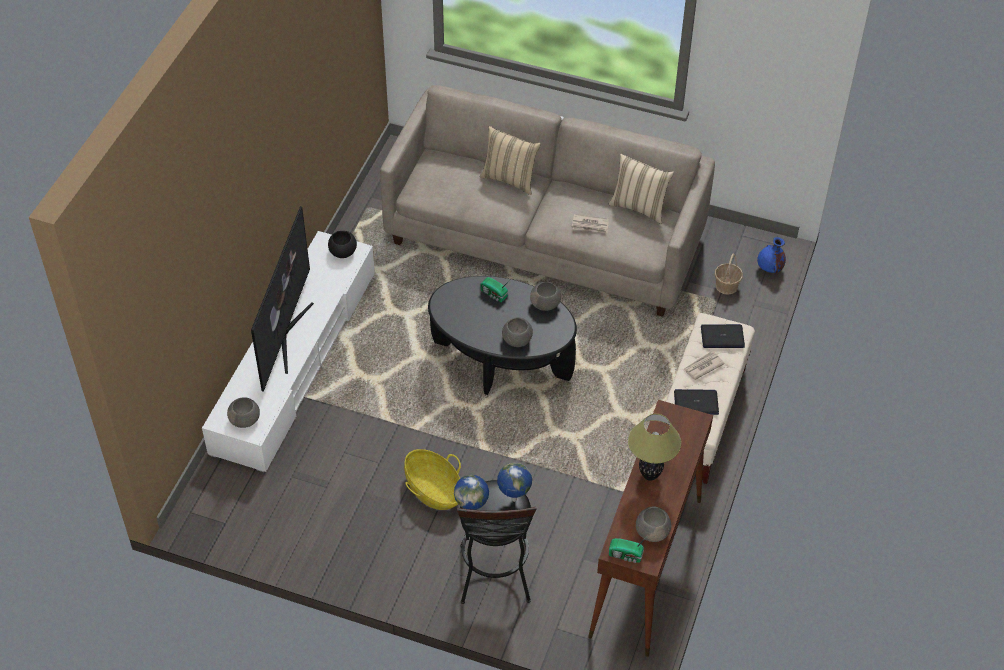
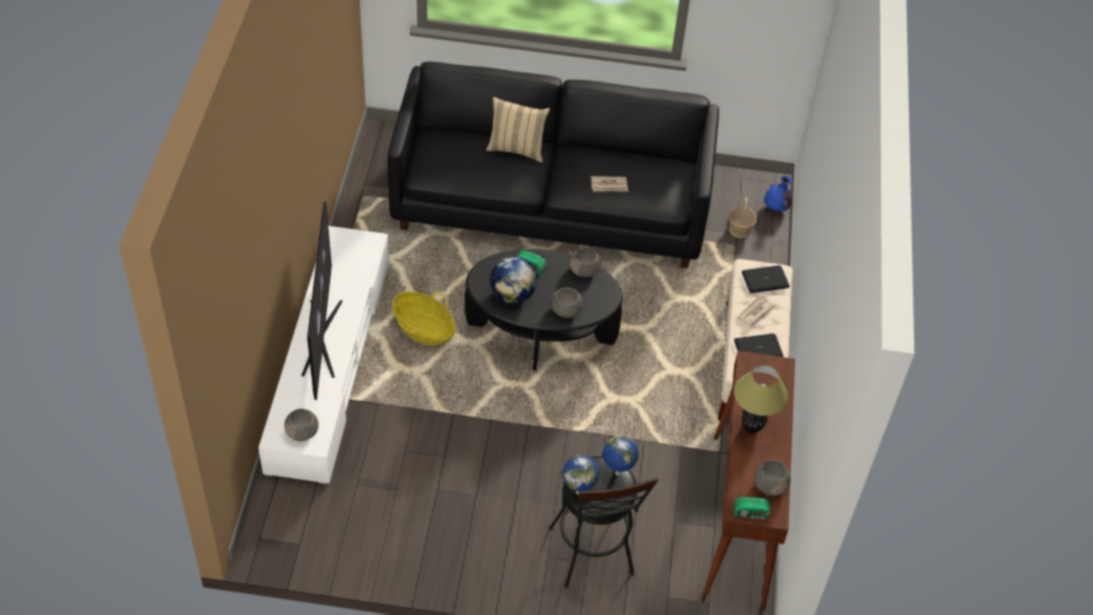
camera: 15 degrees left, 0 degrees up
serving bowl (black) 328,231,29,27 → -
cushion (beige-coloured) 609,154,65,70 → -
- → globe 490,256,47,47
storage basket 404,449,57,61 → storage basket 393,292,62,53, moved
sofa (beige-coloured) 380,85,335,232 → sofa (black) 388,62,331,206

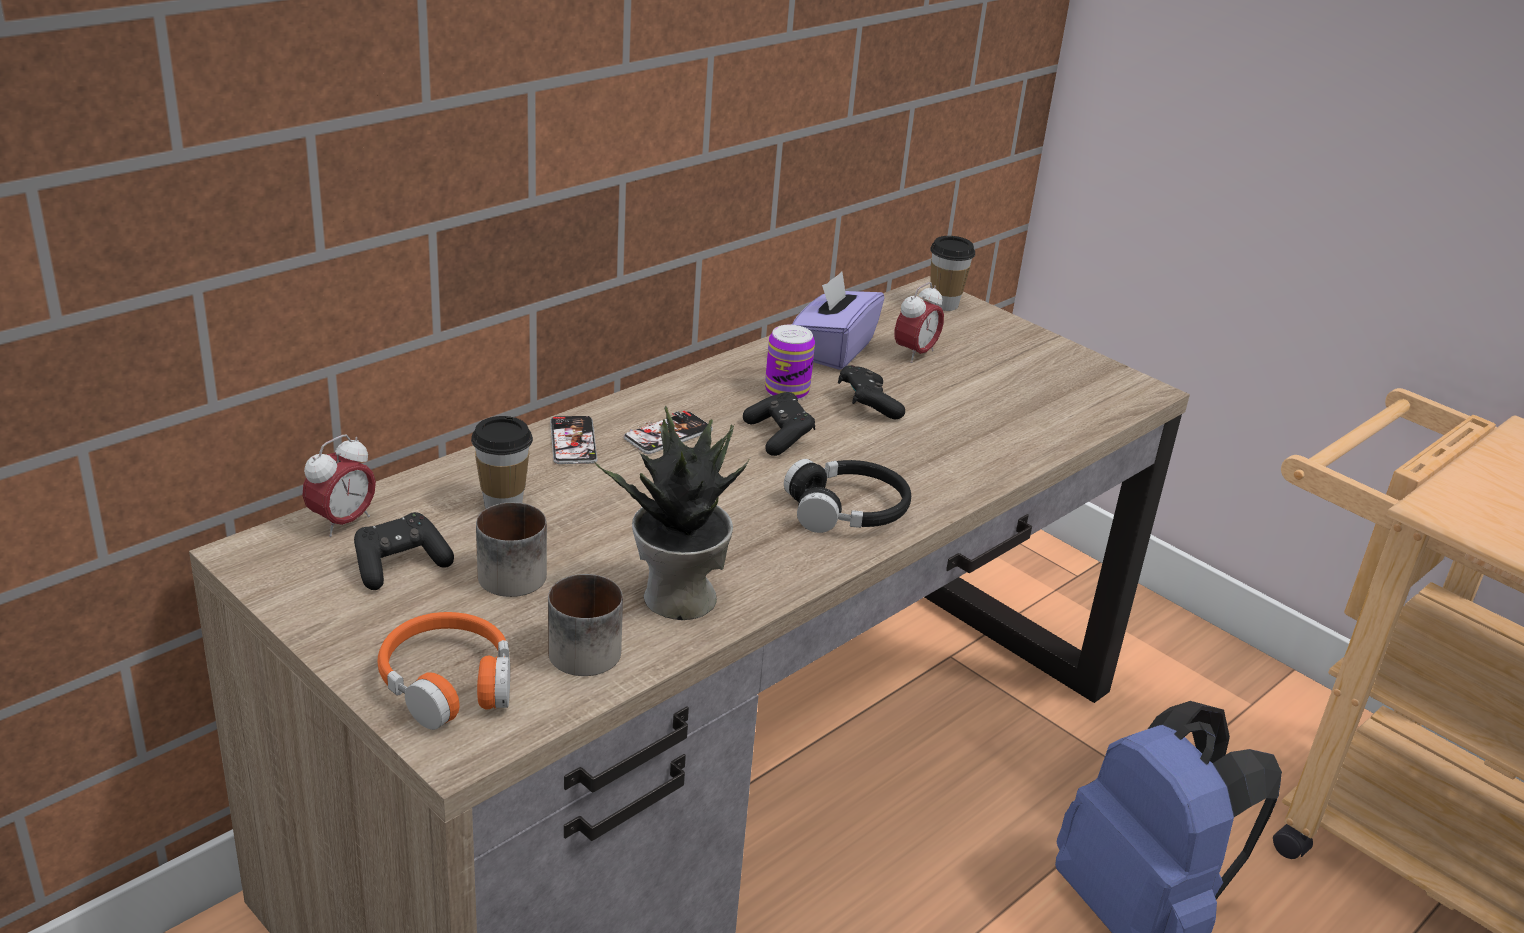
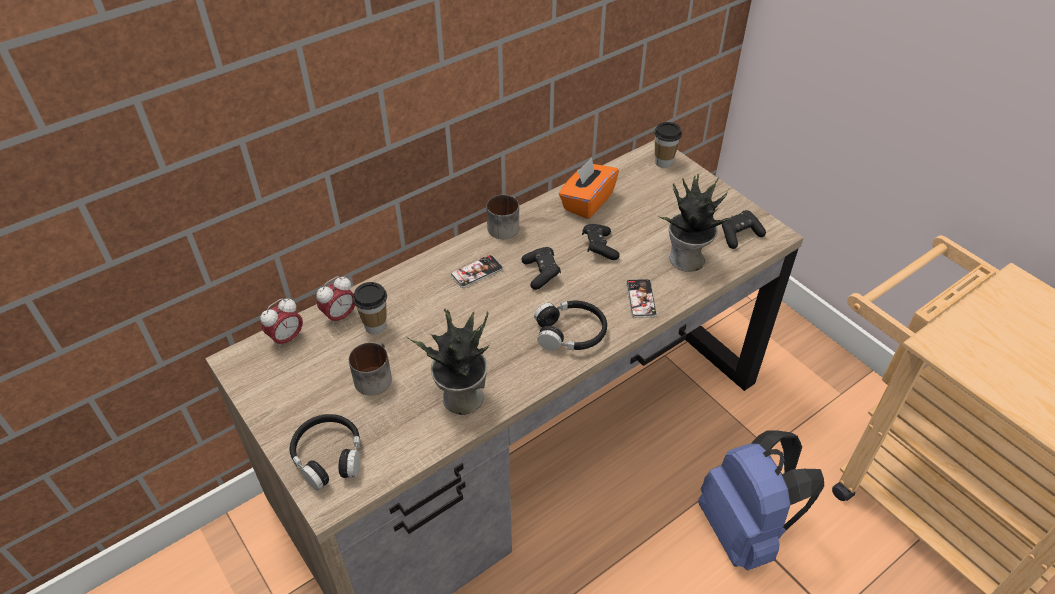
camera: 10 degrees right, 15 degrees up
metal can 765,325,50,75 → -
- → potted plant 659,174,74,98
game controller (black) 354,512,100,78 → game controller (black) 722,210,44,39, moved
tea mug 548,574,75,102 → tea mug 487,195,32,44, moved
phone 550,416,47,48 → phone 626,279,31,39, moved
table clock 895,282,49,81 → table clock 316,276,39,50, moved
headphones (orange) 378,612,132,118 → headphones (black) 290,414,70,77
tissue holder (purple-coloured) 792,271,92,99 → tissue holder (orange) 559,158,60,61

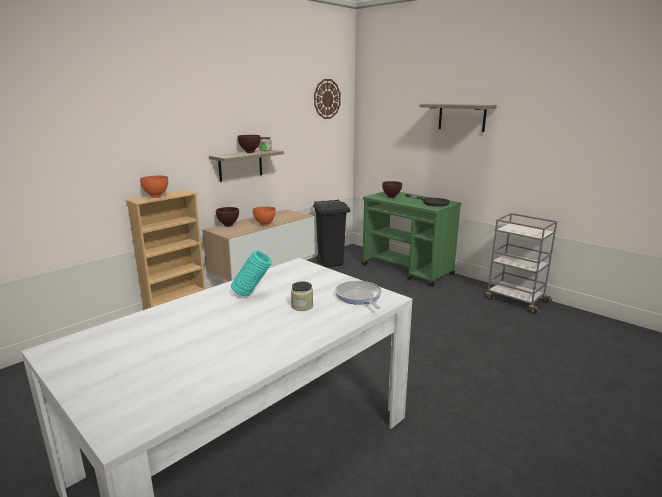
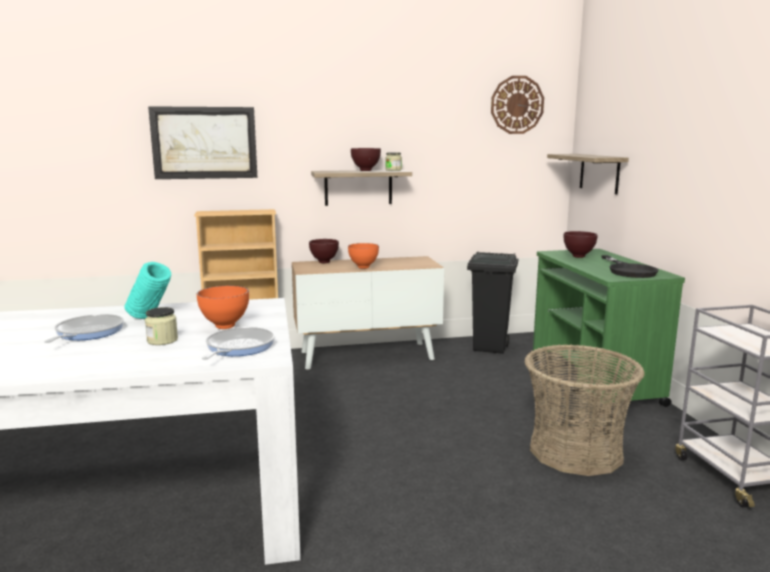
camera: 35 degrees right, 5 degrees down
- → frying pan 44,314,80,29
- → wall art 148,106,109,73
- → storage basket 525,344,120,132
serving bowl (orange) 140,176,28,22 → serving bowl (orange) 197,286,52,43, moved
wall shelf 420,104,77,28 → wall shelf 547,154,82,40, moved

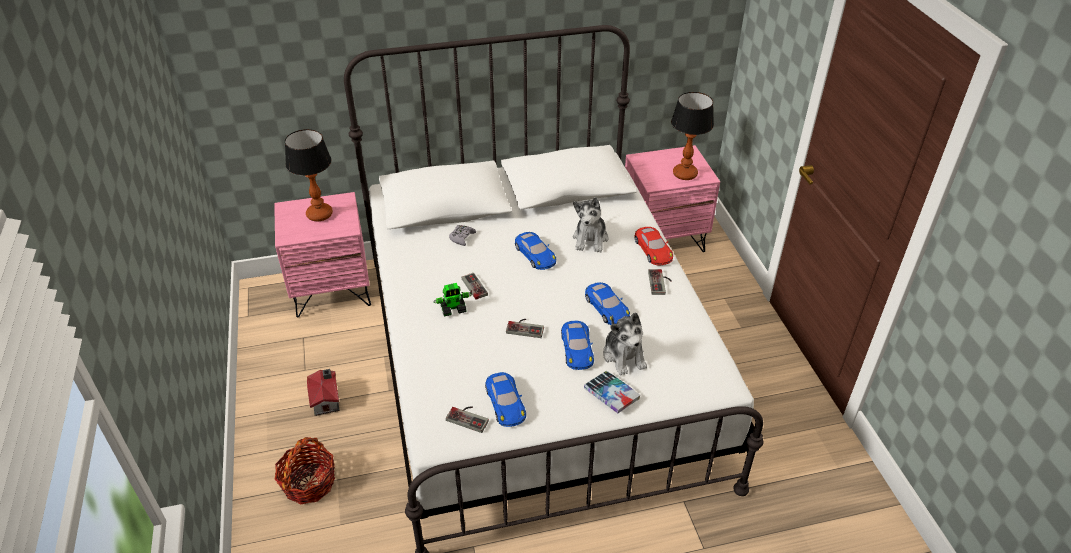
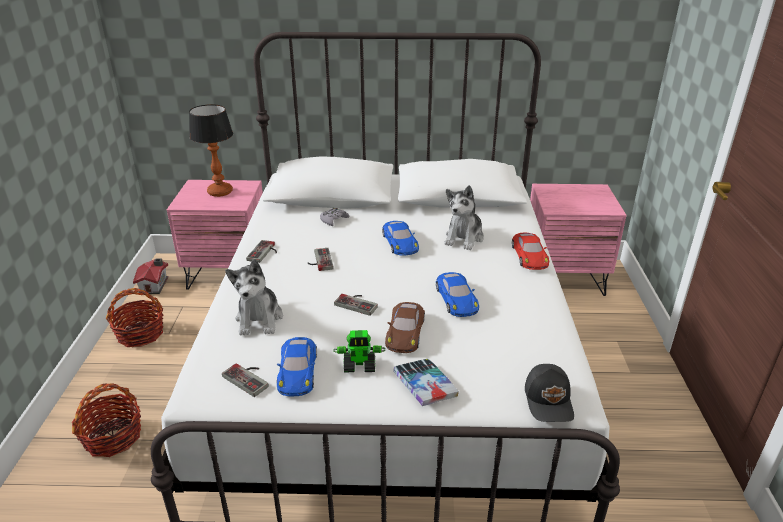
camera: 15 degrees right, 10 degrees down
table lamp 671,92,43,88 → -
- → storage basket 106,288,58,59
- → cap (black) 525,364,49,58
miniature house 307,369,32,47 → miniature house 133,258,35,36, moved
toy robot 433,283,39,34 → toy robot 334,330,52,43, moved
cuddly toy 603,312,44,64 → cuddly toy 225,259,58,76, moved
game controller 648,269,23,26 → game controller 246,240,31,23, moved
miniature car (blue) 561,321,33,49 → miniature car (brown-coloured) 385,302,40,51

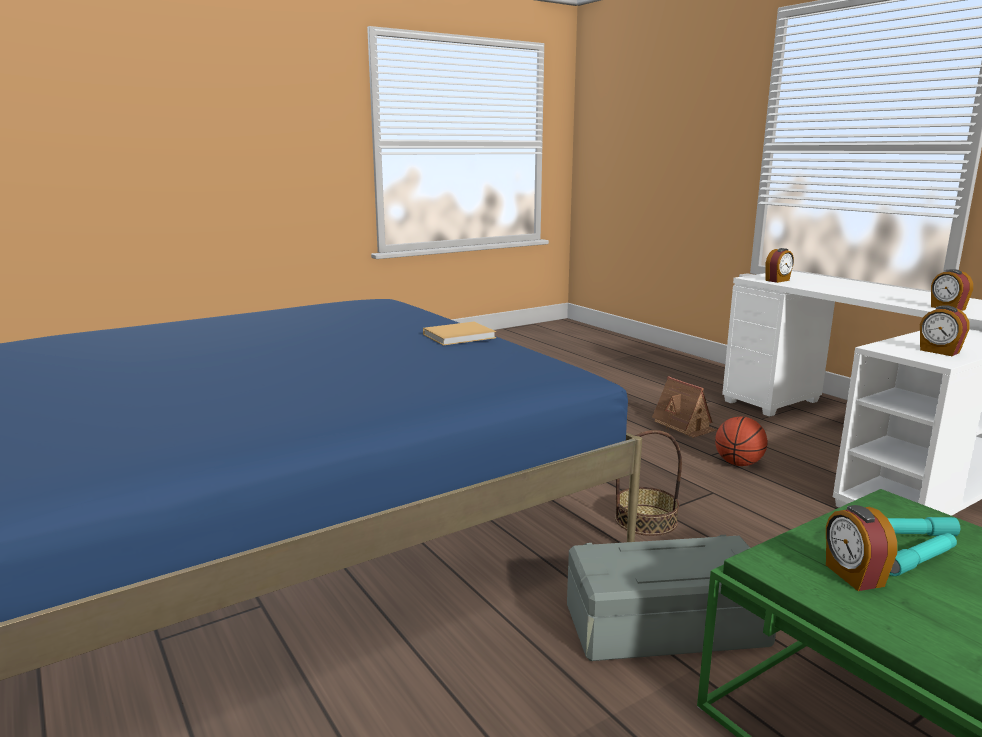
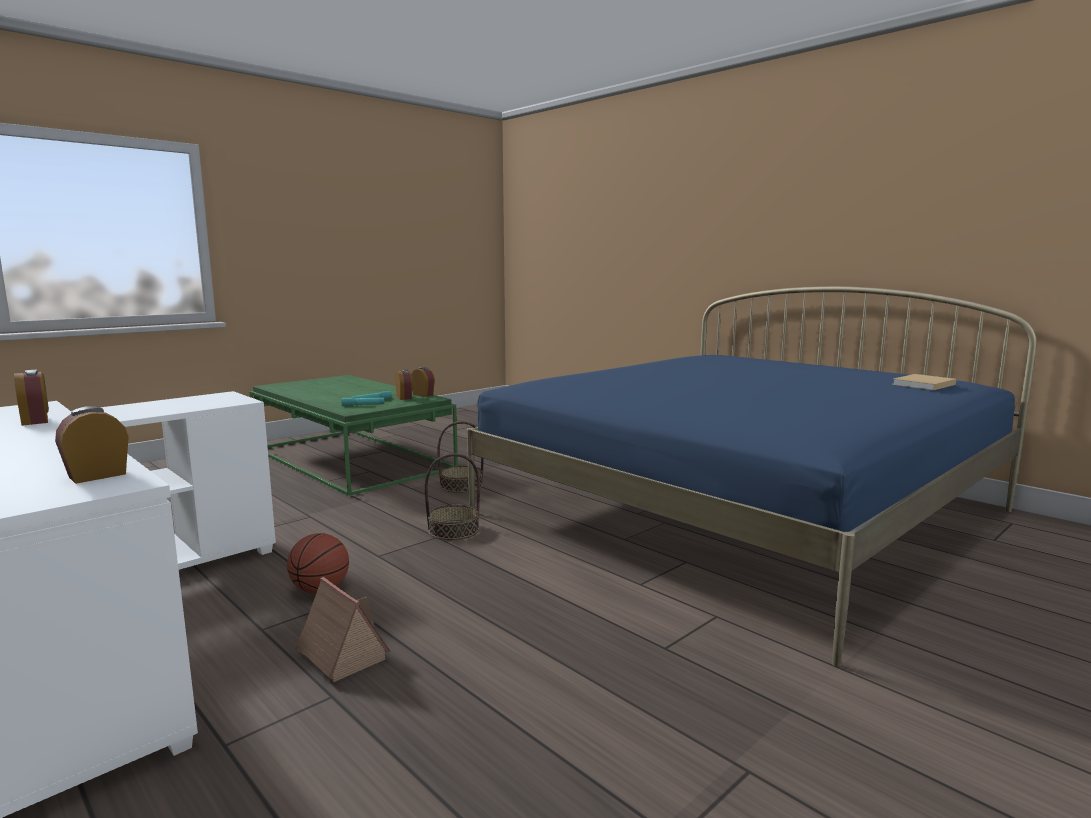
camera: 170 degrees right, 5 degrees down
volume (beige-coloured) 423,322,73,23 → volume (beige-coloured) 892,374,64,16, moved
table clock 920,305,50,51 → table clock 411,367,24,30, moved
storage container (grey) 567,535,209,126 → storage basket 437,421,47,72

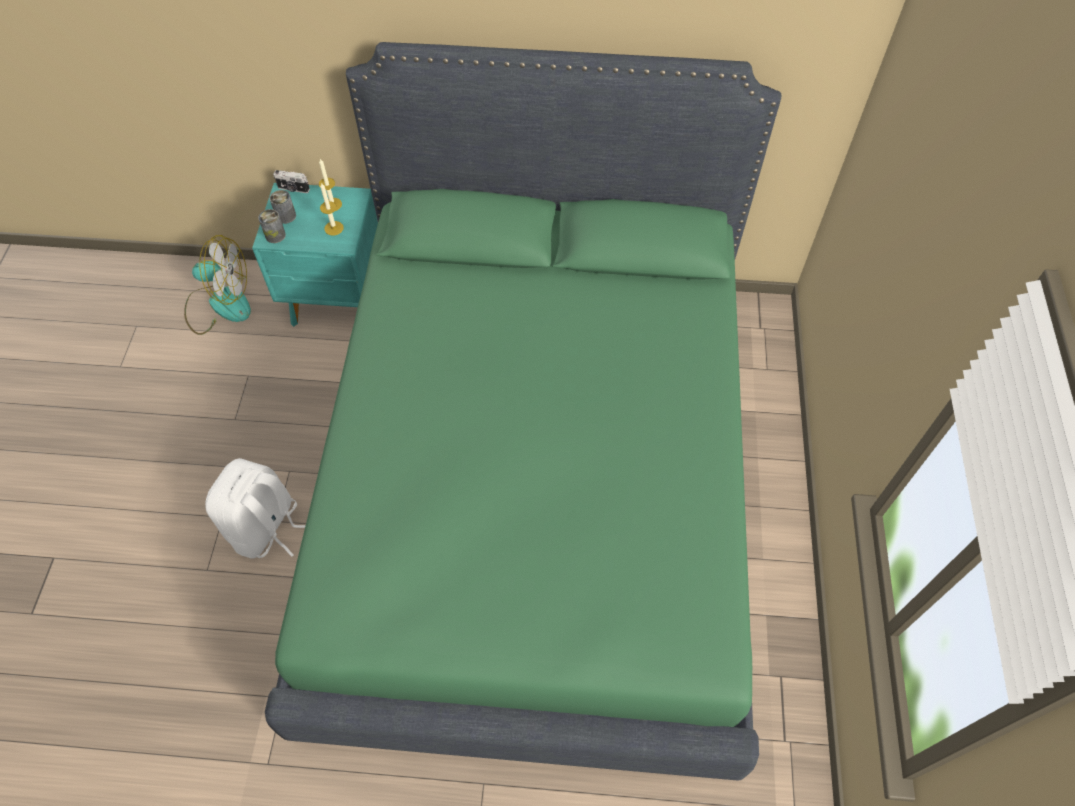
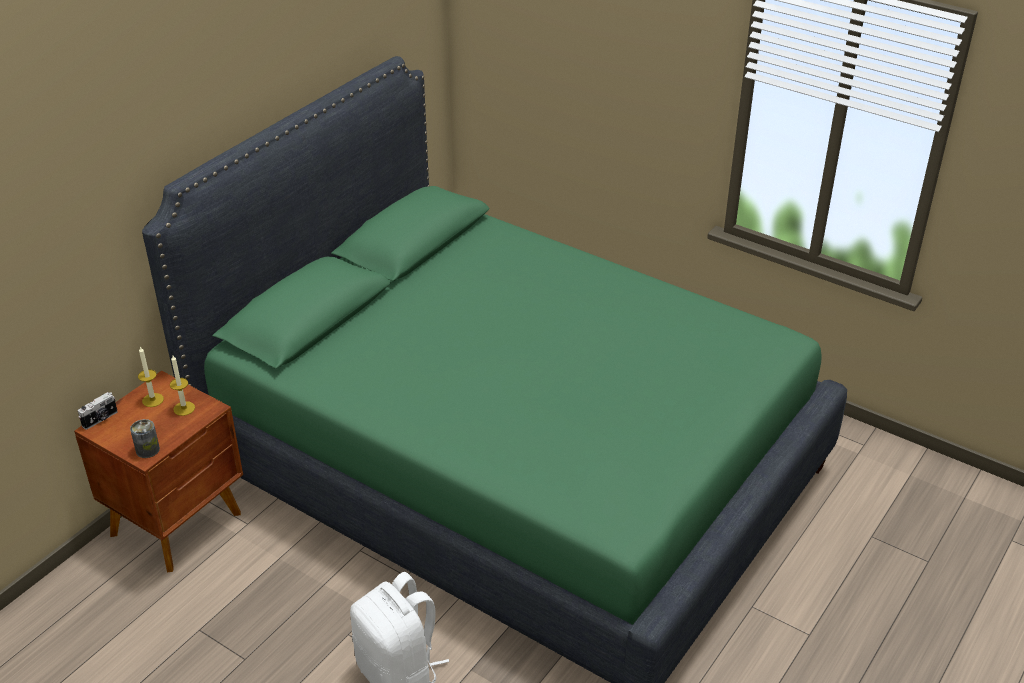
camera: 60 degrees left, 20 degrees down
electric fan 184,235,67,100 → -
metal can 270,190,26,34 → -
nightstand (turquoise) 252,183,126,144 → nightstand (brown-coloured) 74,371,169,201

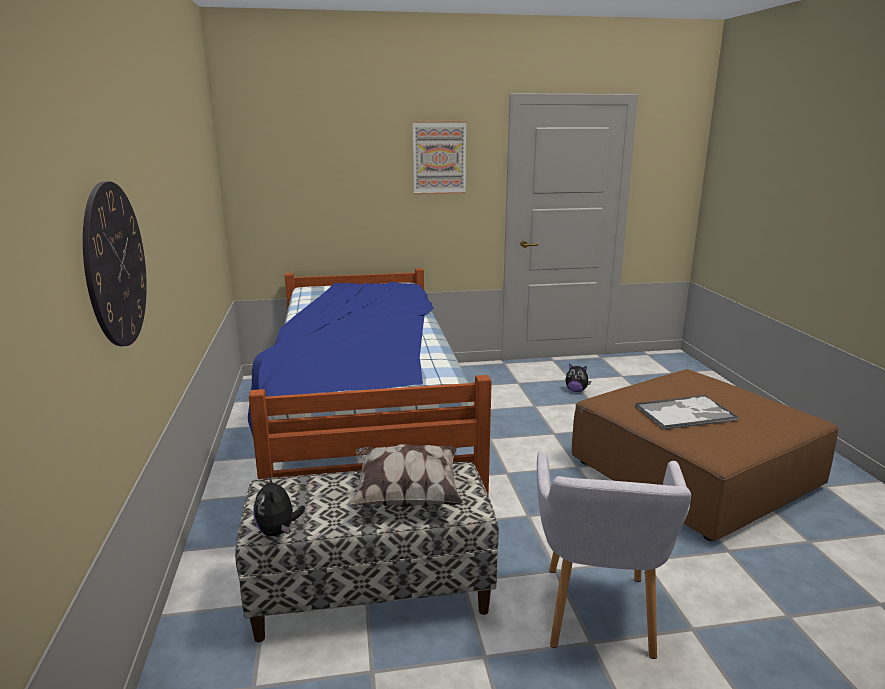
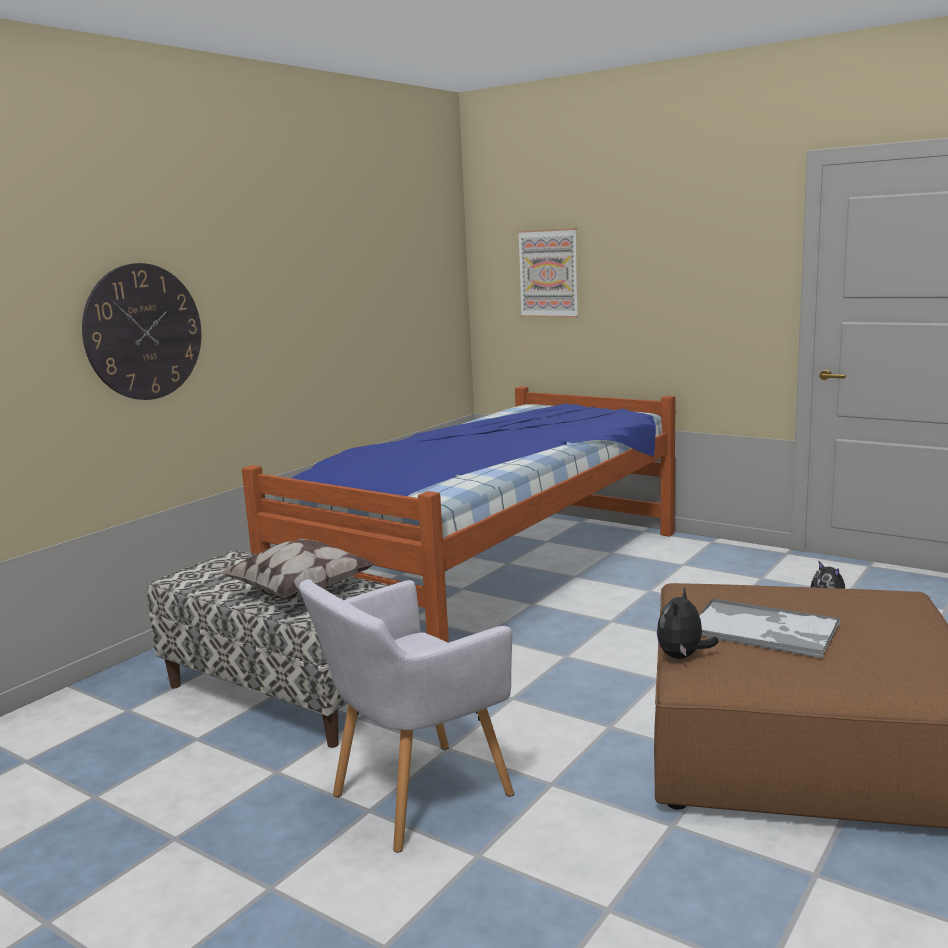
camera: 45 degrees right, 5 degrees down
cuddly toy 253,473,52,63 → cuddly toy 657,588,62,71, moved
wall art 413,121,53,74 → wall art 518,228,60,90, moved

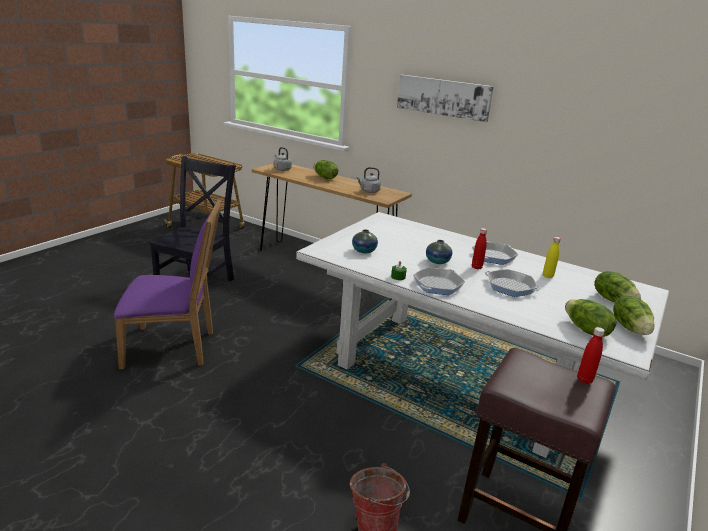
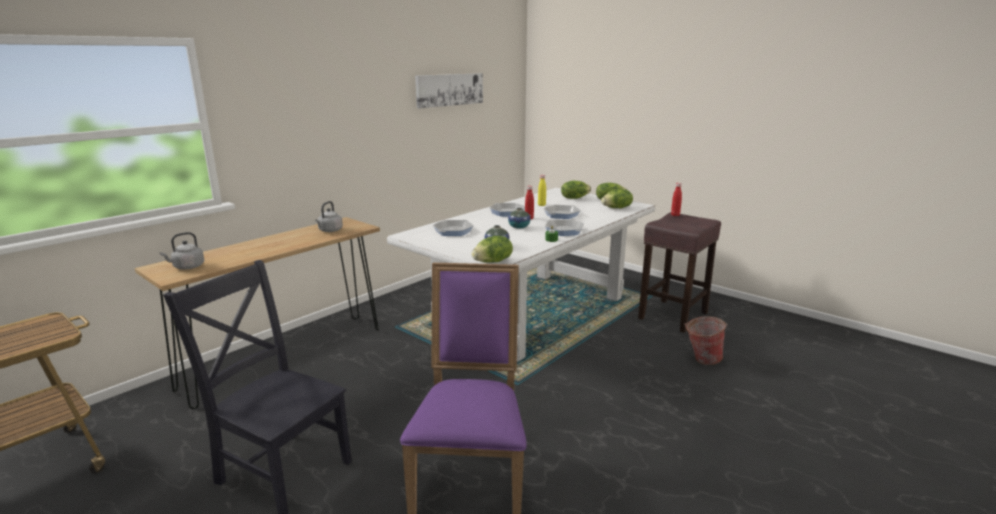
camera: 80 degrees left, 5 degrees down
- → frying pan 433,220,41,16
head of lettuce 313,160,25,19 → head of lettuce 472,236,41,27, moved
wall art 397,75,97,47 → wall art 415,73,68,35, moved

